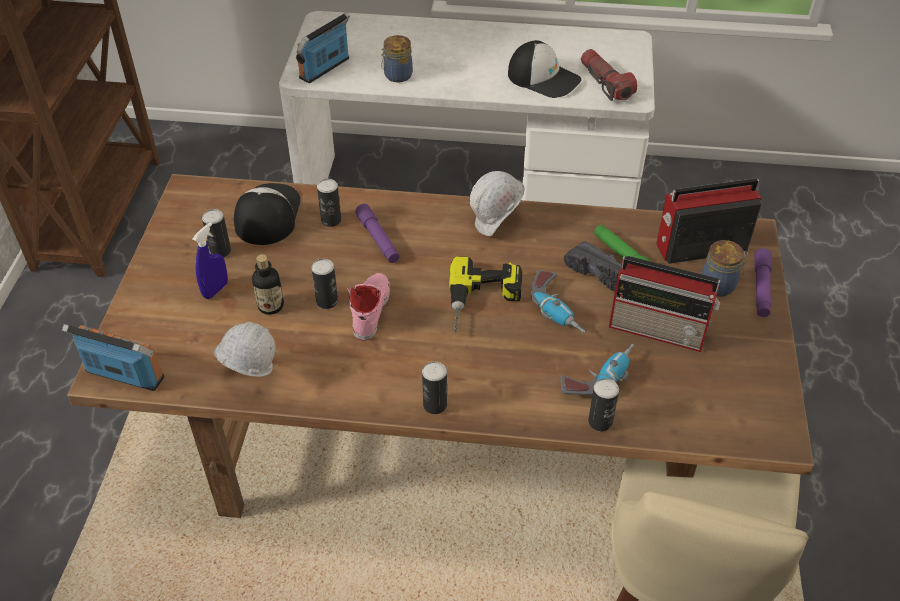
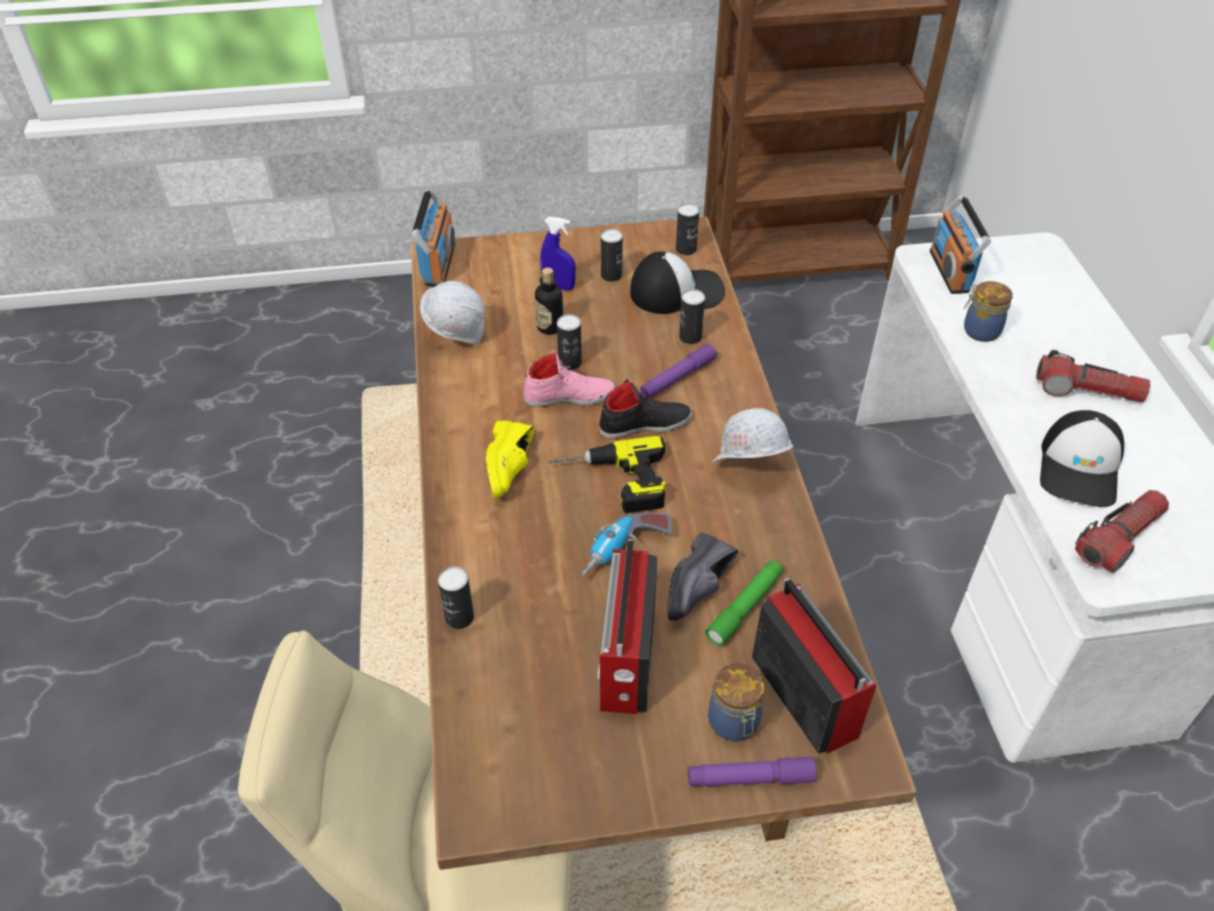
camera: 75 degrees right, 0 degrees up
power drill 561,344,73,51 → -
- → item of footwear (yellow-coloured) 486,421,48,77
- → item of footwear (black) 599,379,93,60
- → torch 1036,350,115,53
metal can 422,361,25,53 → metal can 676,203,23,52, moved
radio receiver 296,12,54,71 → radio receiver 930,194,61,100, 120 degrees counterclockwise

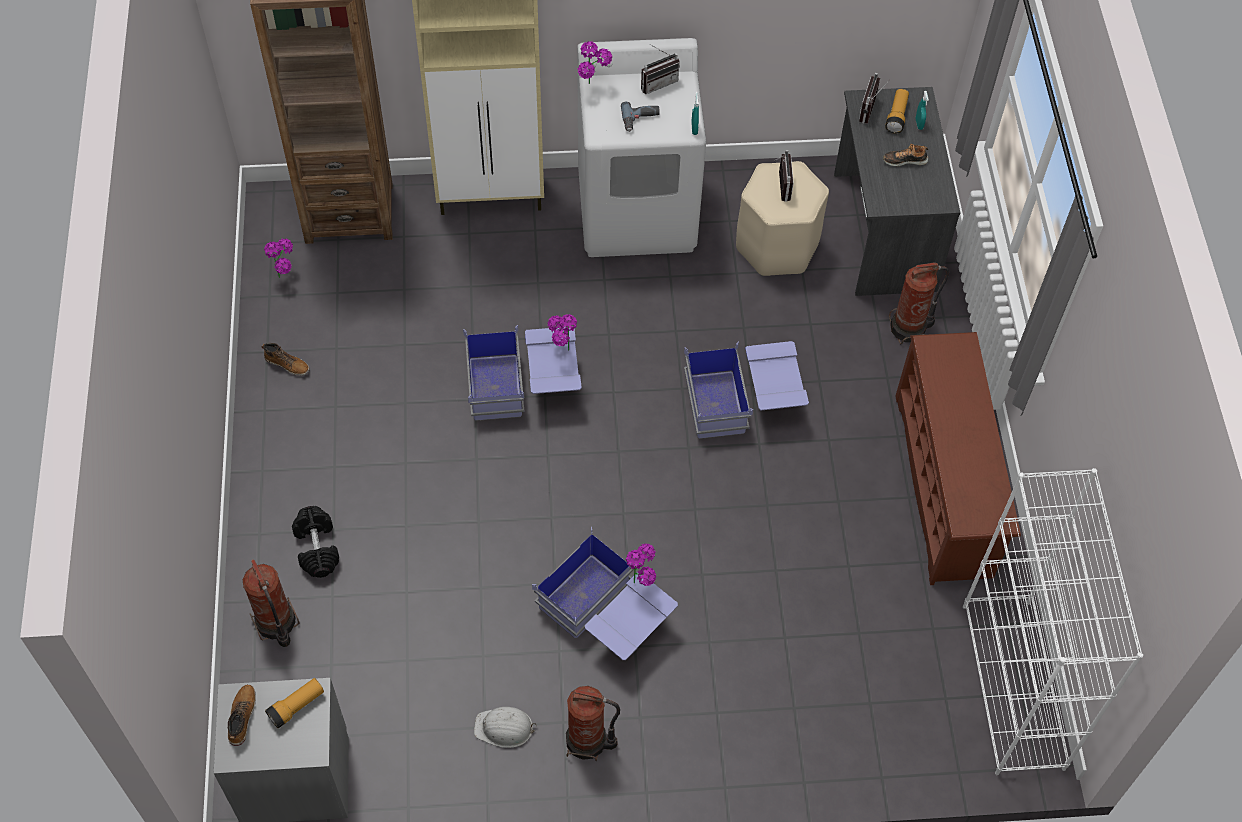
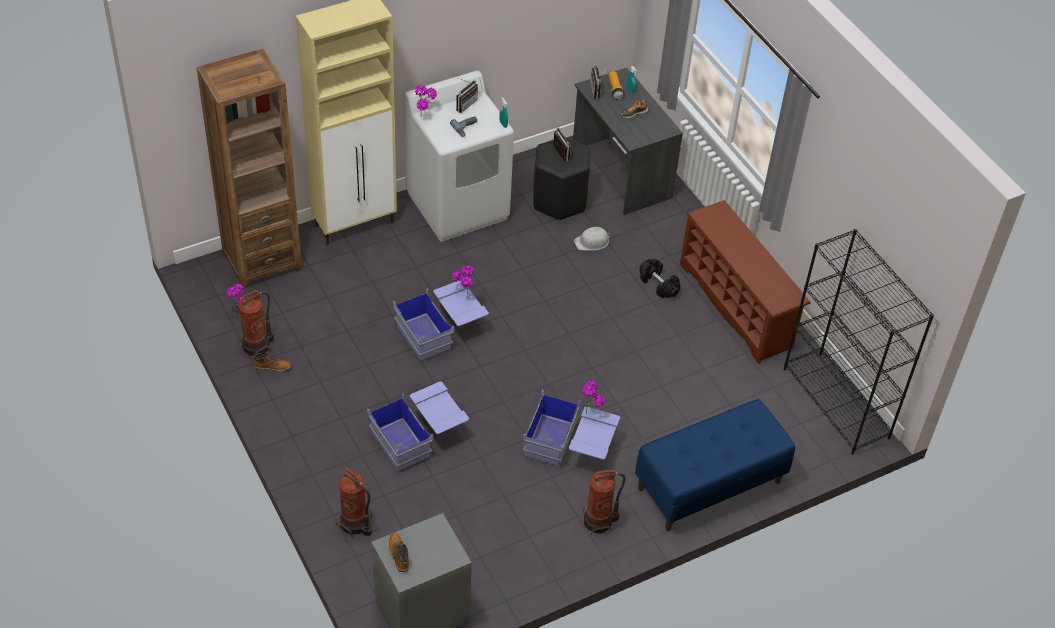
camera: 25 degrees left, 10 degrees down
torch 265,678,59,50 → -
- → long seat (blue) 635,399,160,132
free weight (black) 292,506,47,72 → free weight (black) 639,259,41,39, moved
hard hat (whitish) 474,707,63,41 → hard hat (whitish) 574,227,36,24, moved
storage container (blue) 684,341,125,98 → storage container (blue) 367,381,102,90, moved
extinguisher 889,262,60,82 → extinguisher 239,290,35,67, moved
stool (beige-coloured) 736,161,93,115 → stool (black) 533,137,57,84
bookshelf (whitish) 963,468,180,307 → bookshelf (black) 784,229,150,226

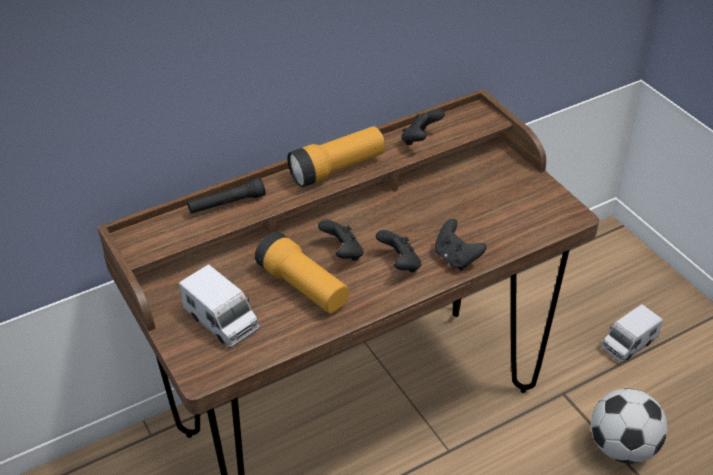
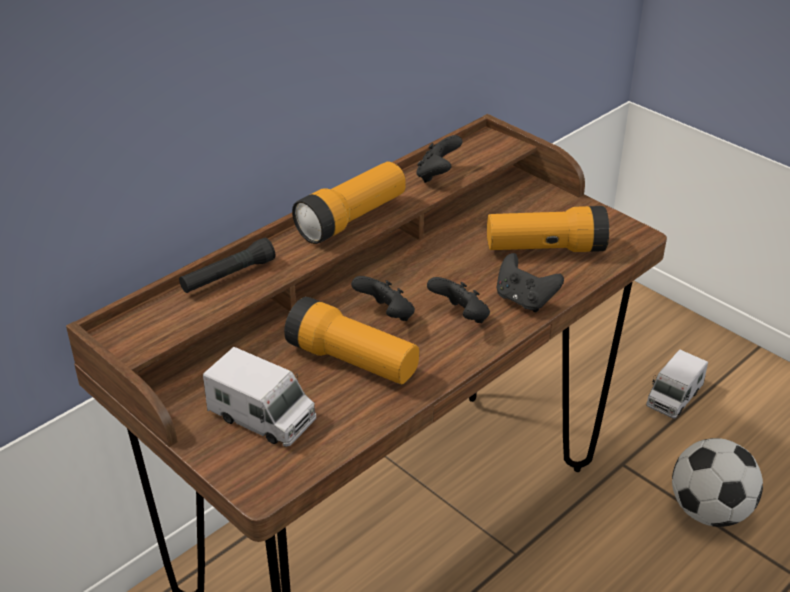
camera: 15 degrees left, 5 degrees down
- → torch 487,206,122,46

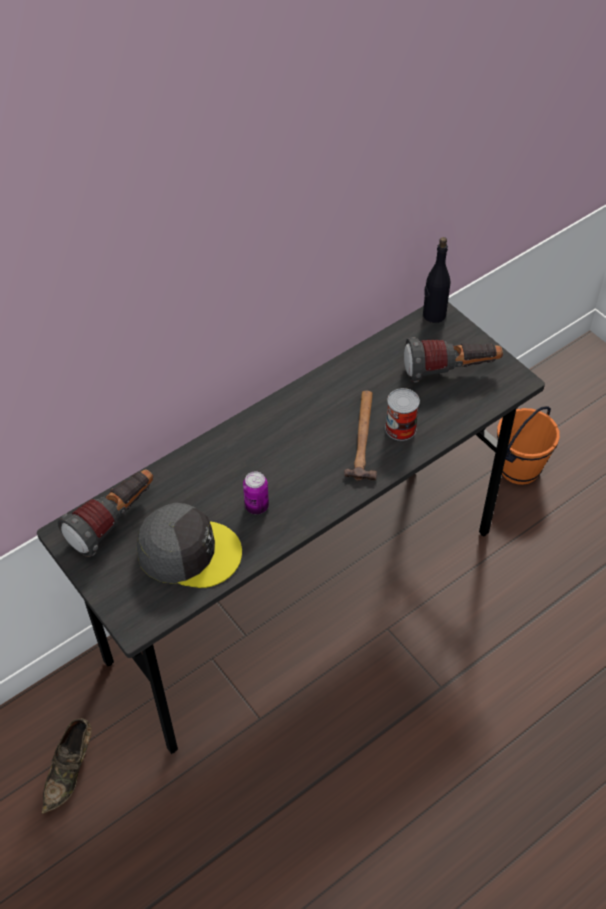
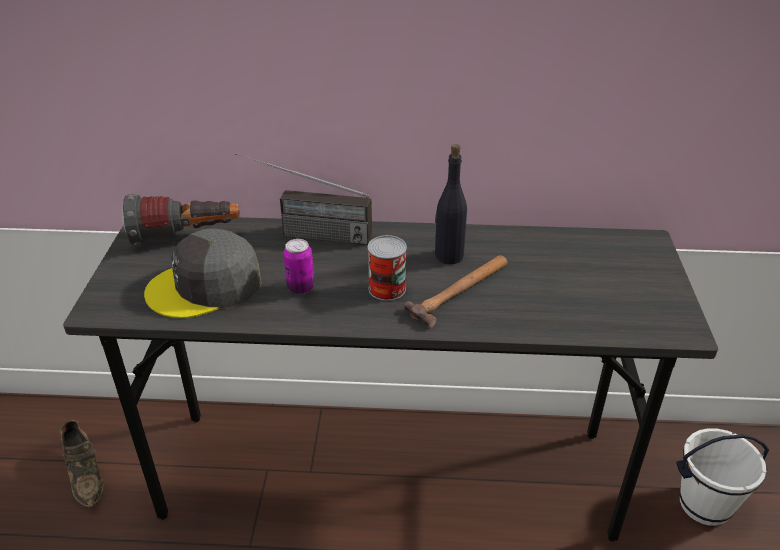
camera: 40 degrees right, 15 degrees down
torch 404,337,99,45 → -
- → radio receiver 235,153,137,92
metal can 385,388,35,53 → metal can 368,235,39,66, moved
drink bottle (black) 423,237,27,86 → drink bottle (black) 435,144,32,120, moved
water bucket (orange) 497,406,63,79 → water bucket (whitish) 676,428,93,98
item of footwear (brown-coloured) 42,718,50,96 → item of footwear (brown-coloured) 60,420,44,88, 90 degrees counterclockwise
cap (grey) 137,503,105,85 → cap (grey) 144,228,117,90, 105 degrees clockwise

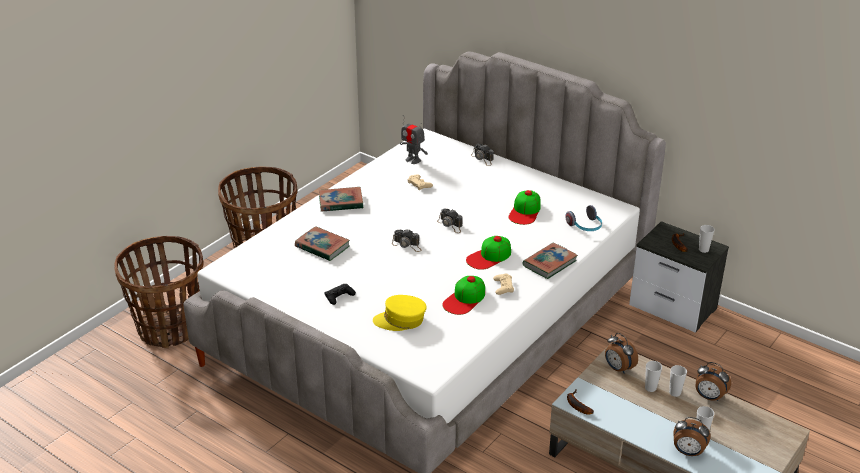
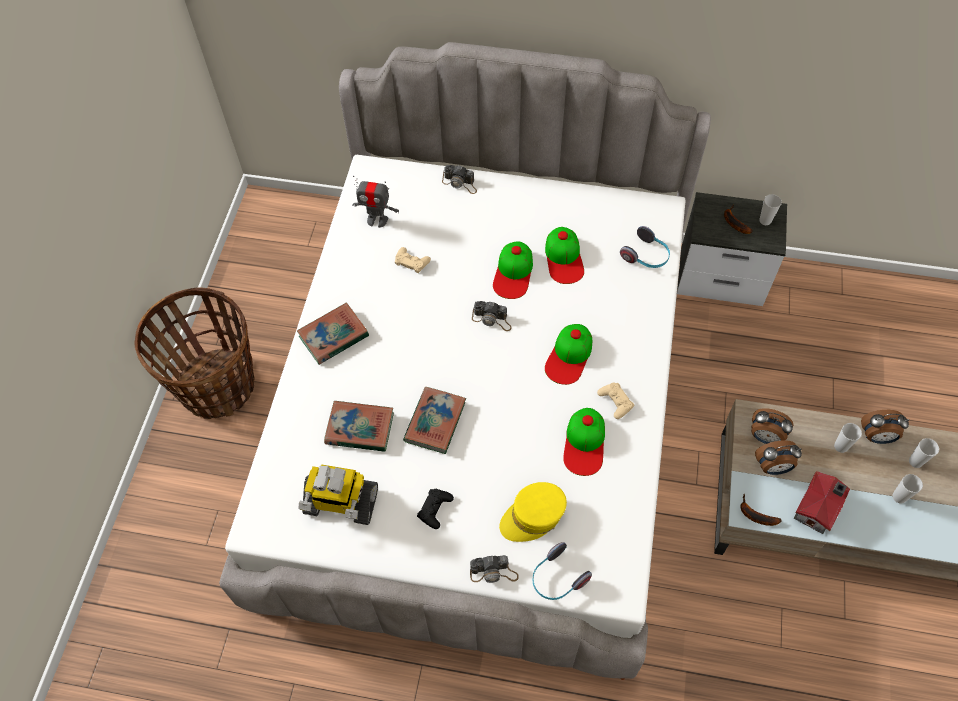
camera: 25 degrees left, 25 degrees up
storage basket 115,236,88,112 → -
- → toy robot 299,464,79,61
- → cap 493,241,40,58
- → headphones 532,542,60,58
- → miniature house 794,471,56,63
photo camera 392,229,29,23 → photo camera 470,555,49,28, moved
volume 522,243,56,36 → volume 403,387,63,67, moved
small cup 645,361,17,31 → small cup 909,438,30,30, moved
table clock 673,417,37,39 → table clock 755,440,47,35, moved

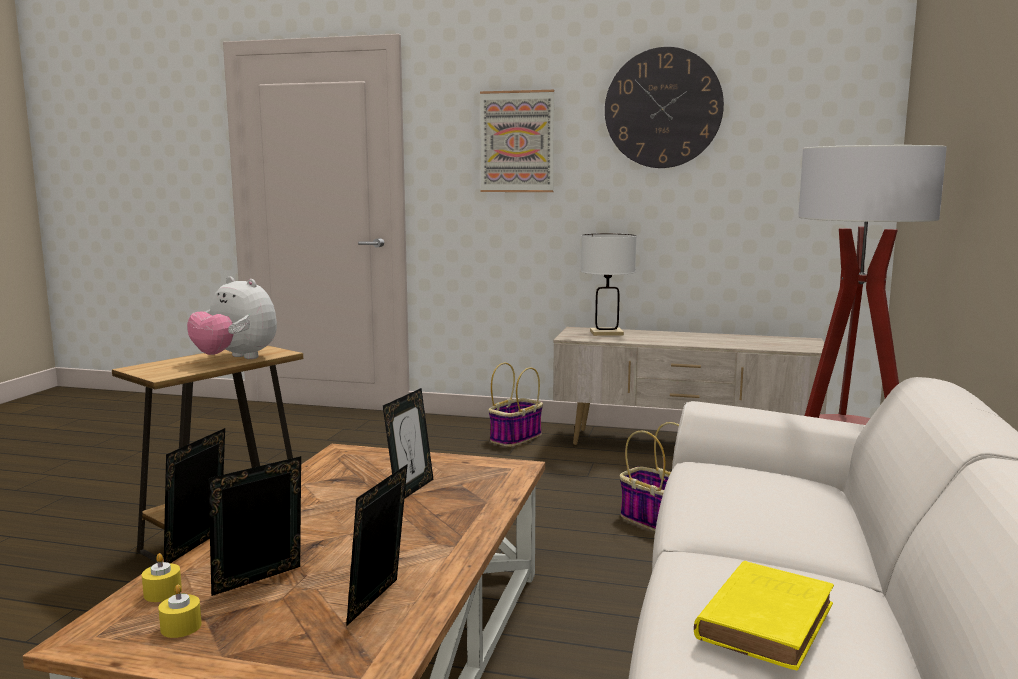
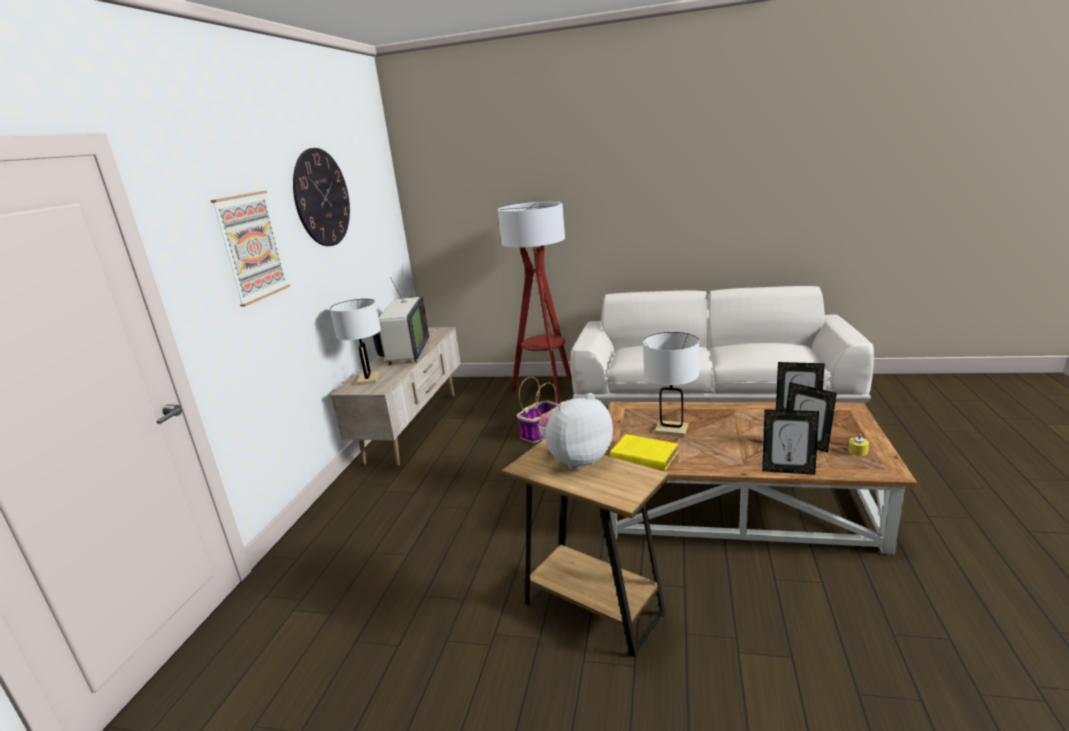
camera: 90 degrees left, 10 degrees up
candle (yellow-coloured) 142,553,40,49 → -
storage basket 489,363,54,84 → -
- → TV 373,267,56,98
volume (yellow-coloured) 694,561,140,109 → volume (yellow-coloured) 611,434,67,36, moved
standing frame 383,388,50,111 → table lamp (whitish) 643,332,56,104
cuddly toy 187,277,90,82 → cuddly toy 538,393,75,77, 150 degrees counterclockwise

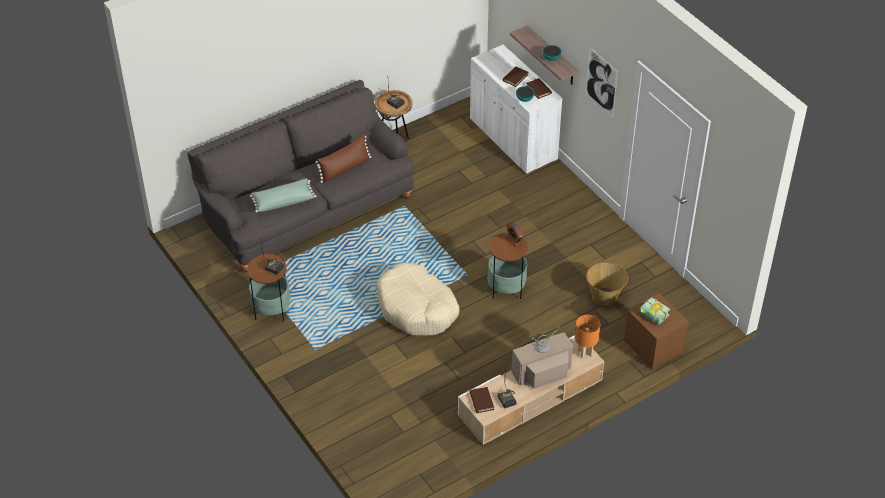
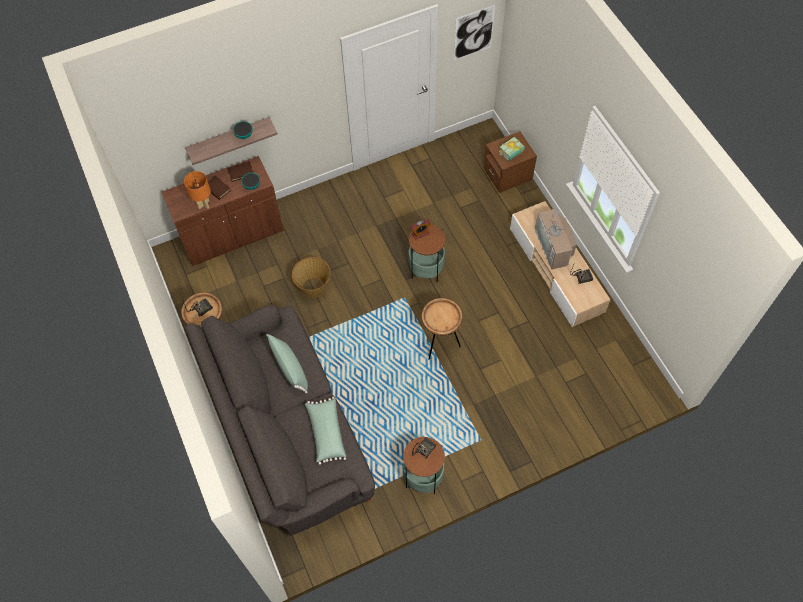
camera: 80 degrees left, 15 degrees up
volume (brown-coloured) 470,387,24,26 → -
table lamp (orange) 575,315,25,43 → table lamp (orange) 184,171,27,38, moved
wall art 586,47,32,70 → wall art 454,5,41,55, moved
storage basket 586,262,42,44 → storage basket 292,257,39,41, moved
pet bed (beige-coloured) 377,263,82,73 → accent table (brown-coloured) 422,298,40,62
cushion (brown-coloured) 315,135,56,48 → cushion (green-coloured) 266,334,42,60
cabinet (whitish) 470,45,92,129 → cabinet (brown-coloured) 162,156,122,110

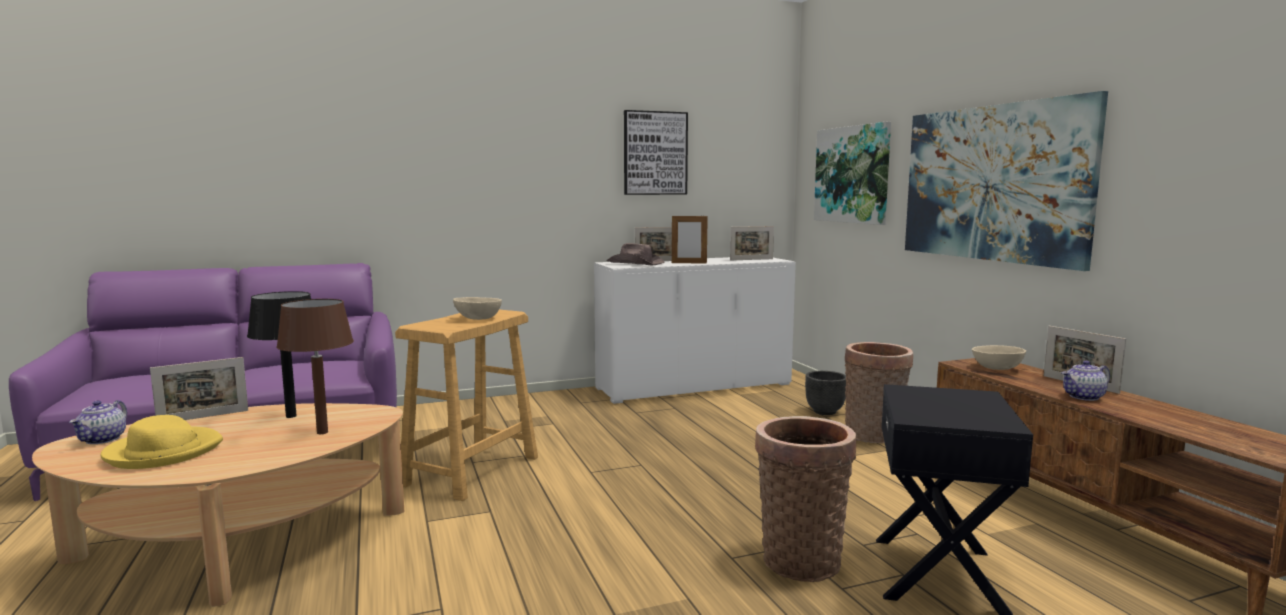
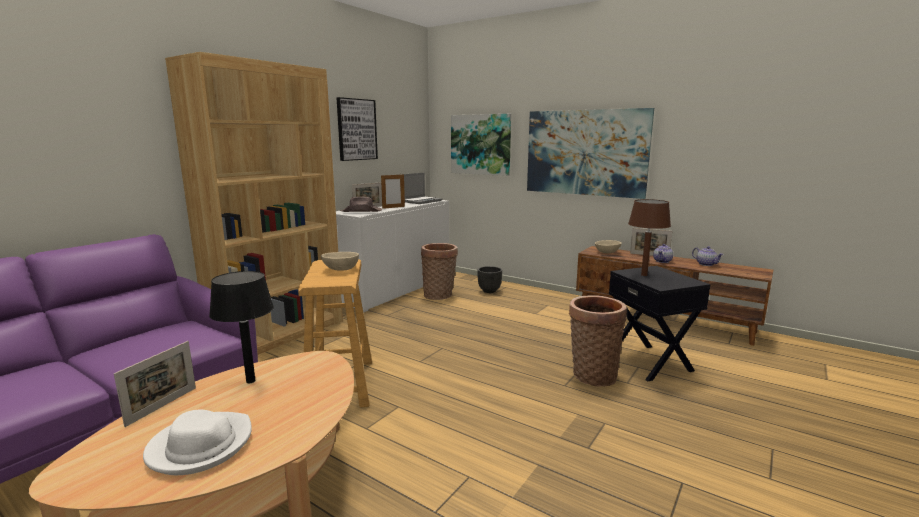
camera: 35 degrees left, 5 degrees up
- → bookshelf (brown-coloured) 165,52,178,303
tea pot 69,400,58,44 → tea pot 692,246,32,20, moved
table lamp (brown-coloured) 277,299,77,135 → table lamp (brown-coloured) 628,199,43,77, moved
storage basket 845,342,68,101 → storage basket 421,243,37,57, moved
standing frame 730,226,44,34 → notebook computer 401,173,41,31
clothing hat (yellow-coloured) 101,415,122,54 → clothing hat (whitish) 143,410,109,65

